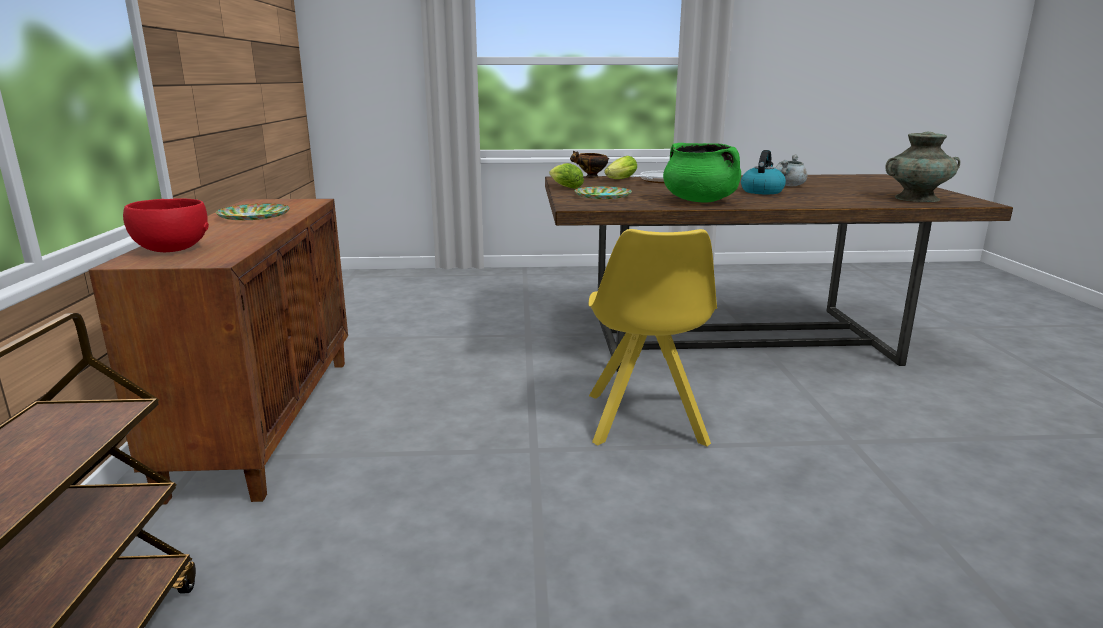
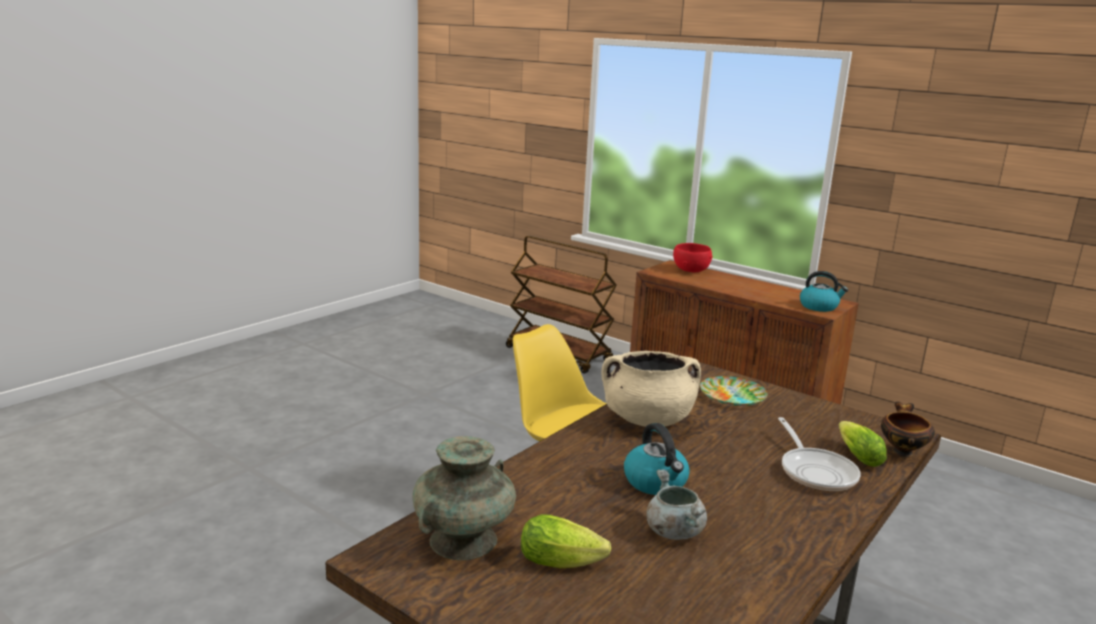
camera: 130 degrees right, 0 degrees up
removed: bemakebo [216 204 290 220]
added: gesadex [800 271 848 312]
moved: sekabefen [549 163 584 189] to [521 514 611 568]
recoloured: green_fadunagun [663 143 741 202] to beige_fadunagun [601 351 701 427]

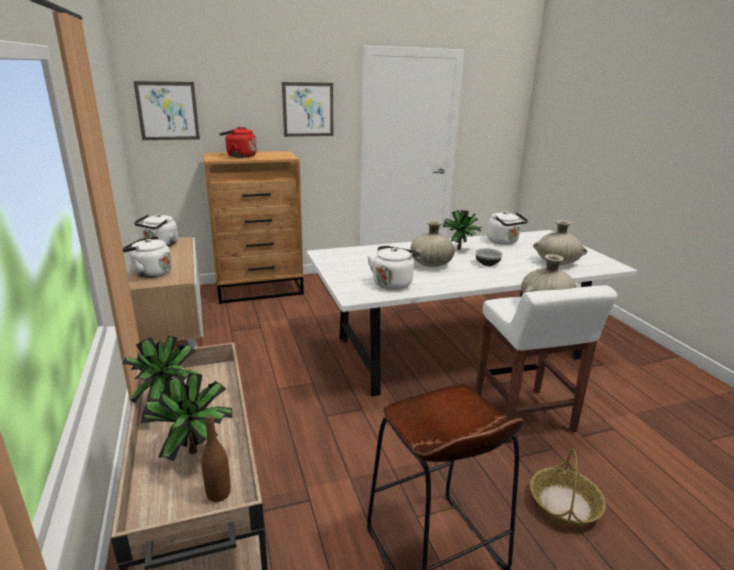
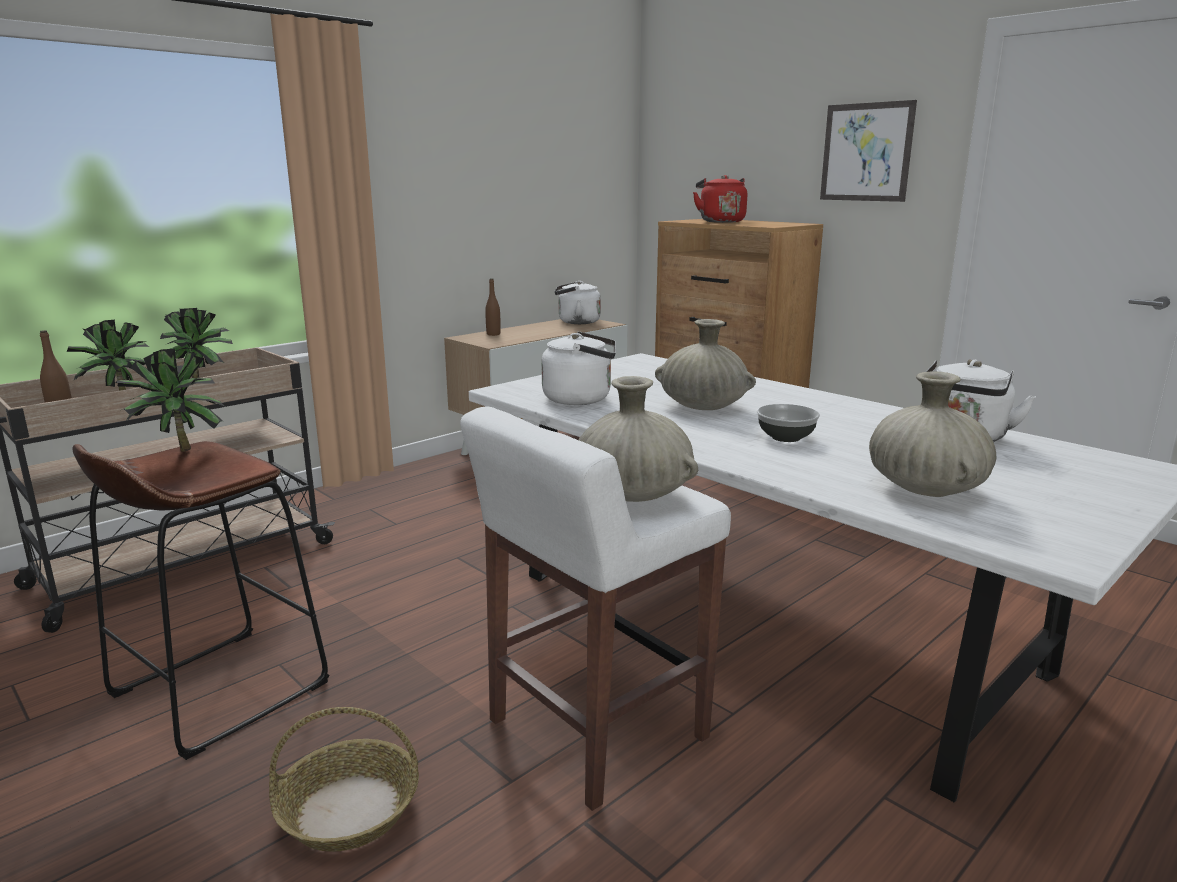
camera: 65 degrees right, 5 degrees down
removed: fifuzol [133 81 200 140]
moved: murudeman [443 210 482 250] to [116 349 224 452]
replaced: white_gesadex [123 236 172 278] to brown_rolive [485 278 501 336]

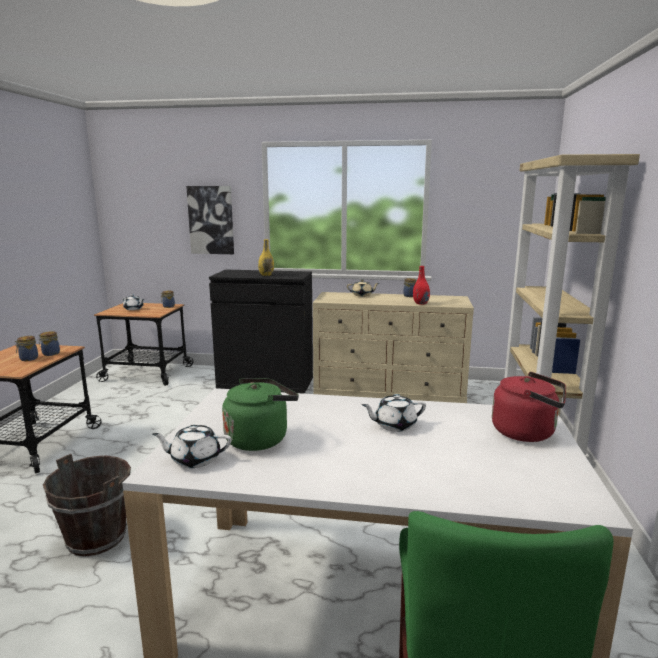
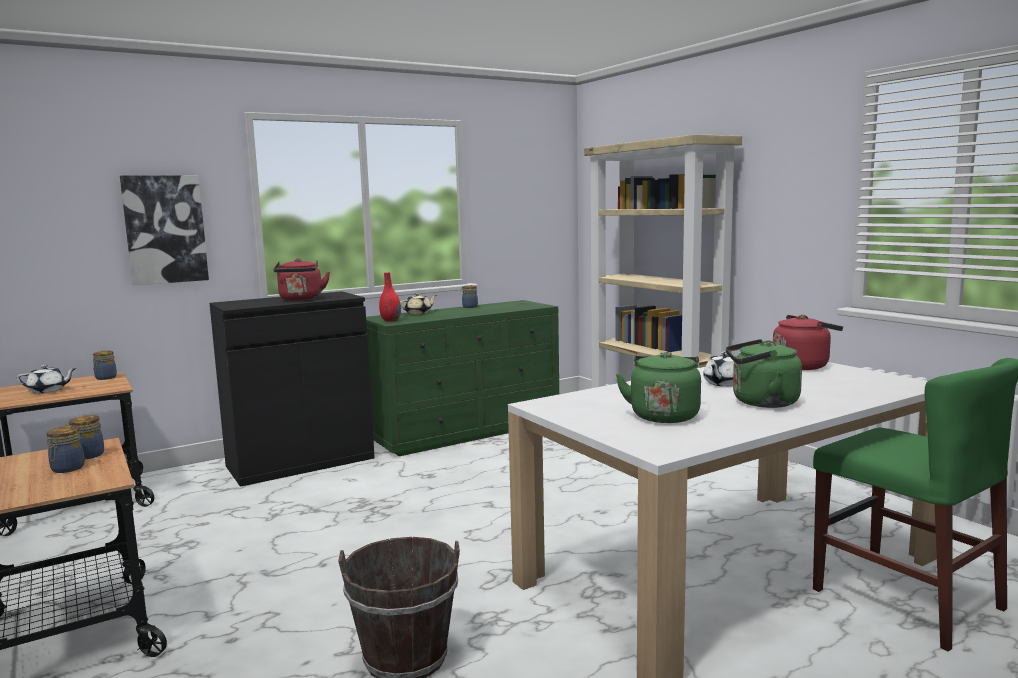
camera: 40 degrees left, 5 degrees down
removed: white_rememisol [152 424 231 468]
added: green_gesadex [726 339 802 408]
moved: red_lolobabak [413 266 430 305] to [379 272 401 322]
replaced: yellow_lolobabak [258 239 274 276] to red_gesadex [273 258 330 301]
recoloured: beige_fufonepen [313 292 474 403] to green_fufonepen [365 300 559 456]

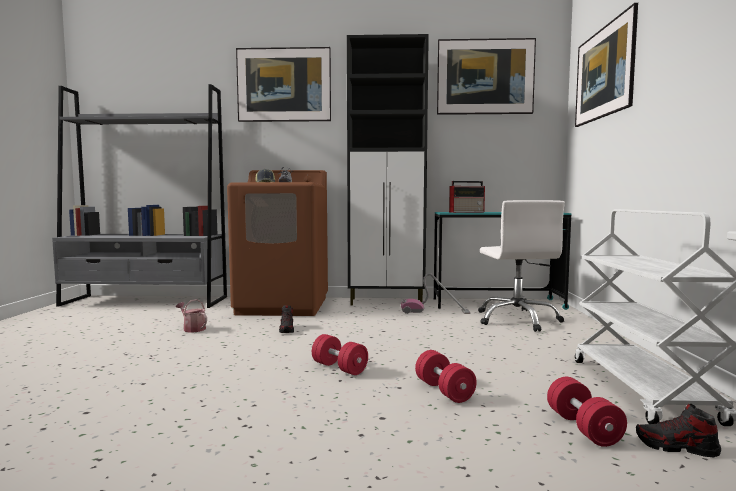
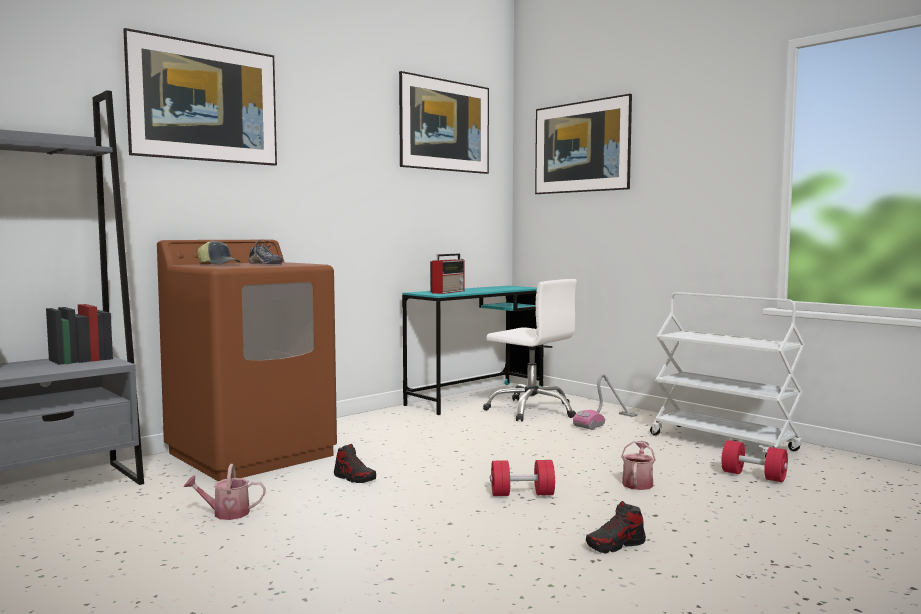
camera: 45 degrees left, 0 degrees up
removed: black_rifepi [347 34 429 305]
moved: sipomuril [401 273 470 314] to [573 374 637 430]; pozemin [636 404 721 457] to [586 501 646 553]
replaced: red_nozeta [415 350 477 403] to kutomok [621 441 656 490]

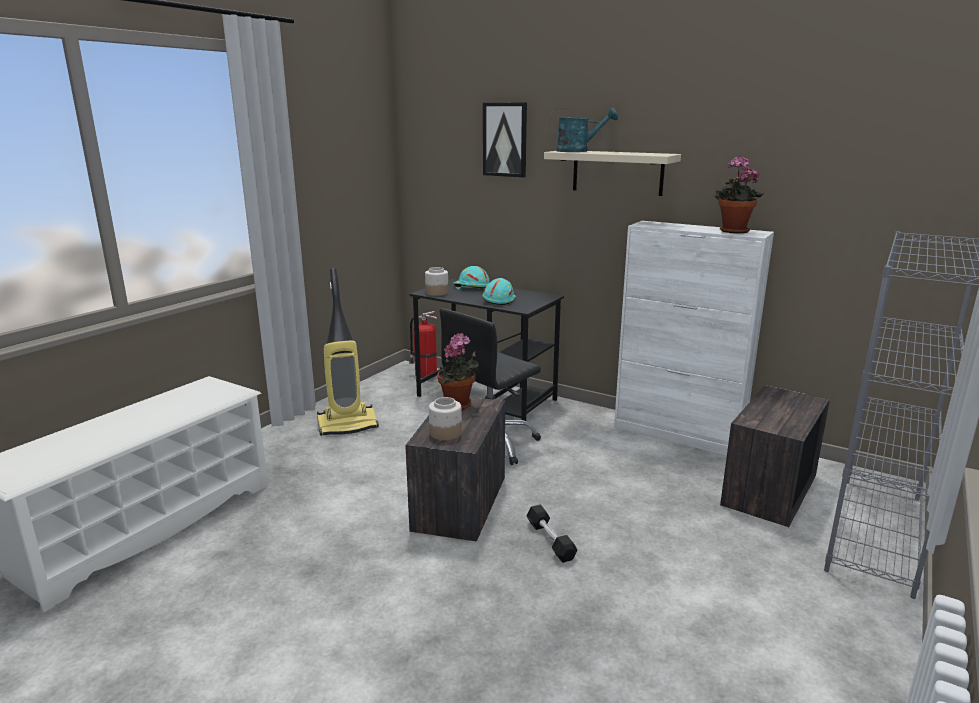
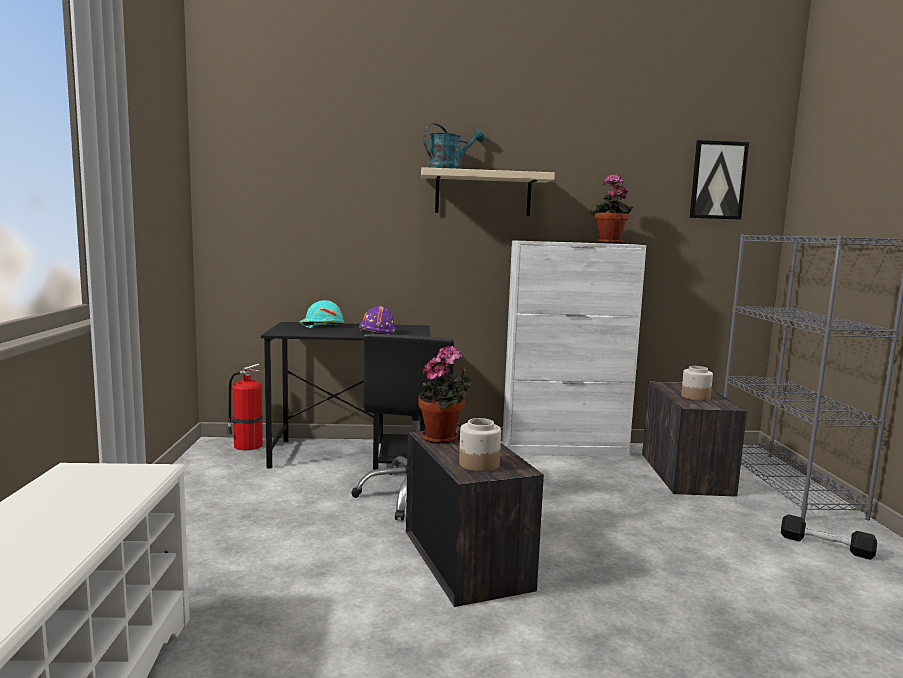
camera: 35 degrees left, 10 degrees down
removed: sipomuril [317 268 379 436]
moved: fifuzol [483 103 527 177] to [689 140 749 220]; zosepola [425 267 448 296] to [681 366 713 401]; black_nozeta [527 505 578 563] to [781 514 877 560]
recoloured: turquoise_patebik [482 278 516 305] to purple_patebik [359 306 396 334]

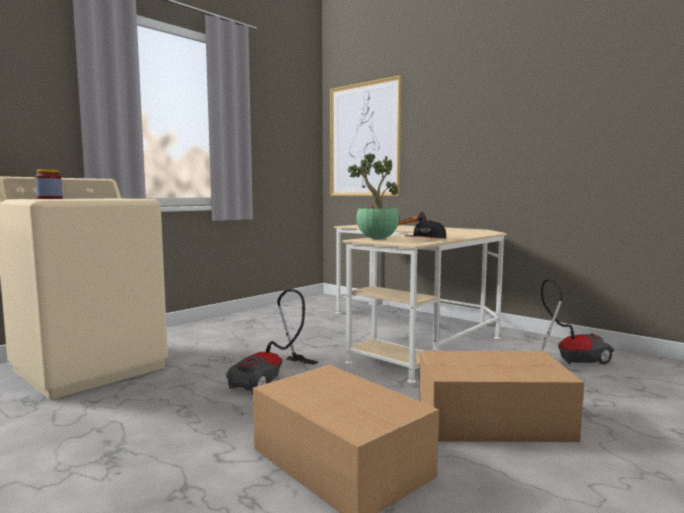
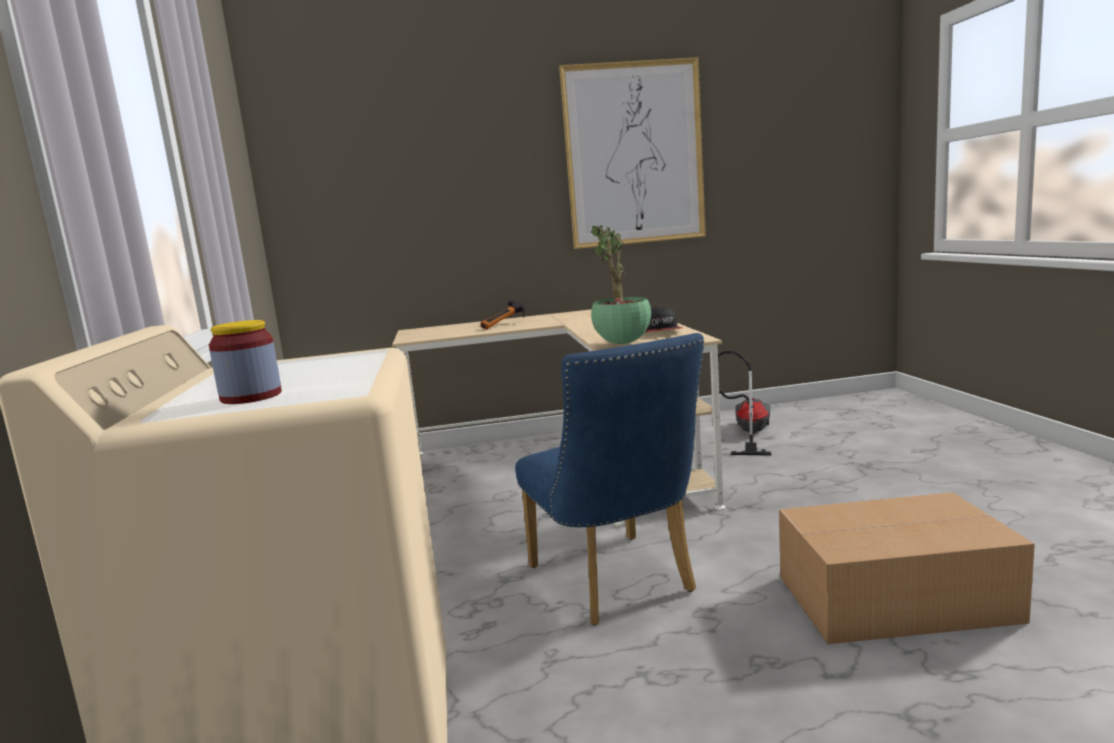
camera: 50 degrees left, 5 degrees up
removed: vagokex [419 351 584 442]
moved: fifuzol [330 75 401 196] to [559 57 706 249]
replaced: sipomuril [226 289 318 394] to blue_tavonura [515 333 704 625]

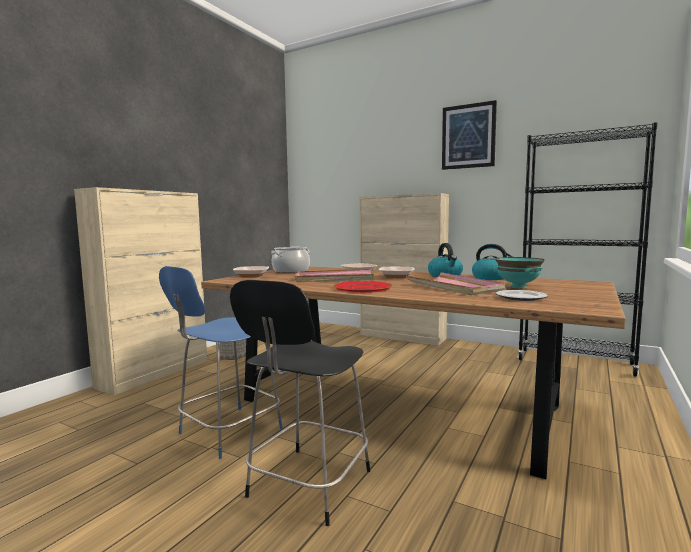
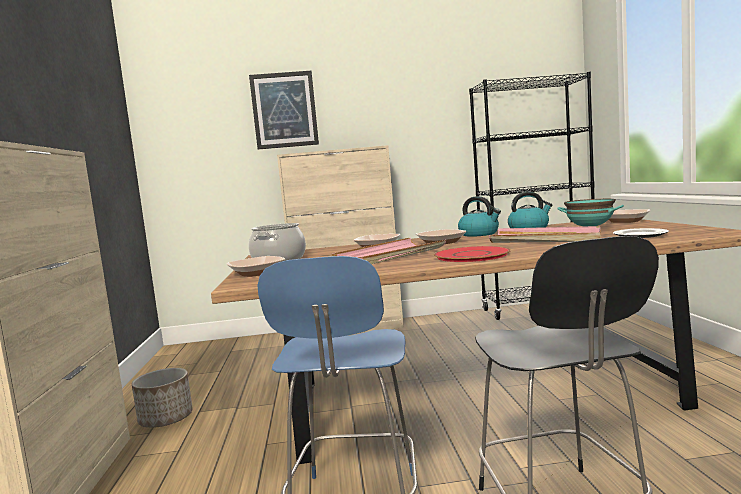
camera: 35 degrees left, 0 degrees up
added: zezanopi [608 209 651 223]
moved: fifuzol [442 100 497 170] to [249 71 319 149]

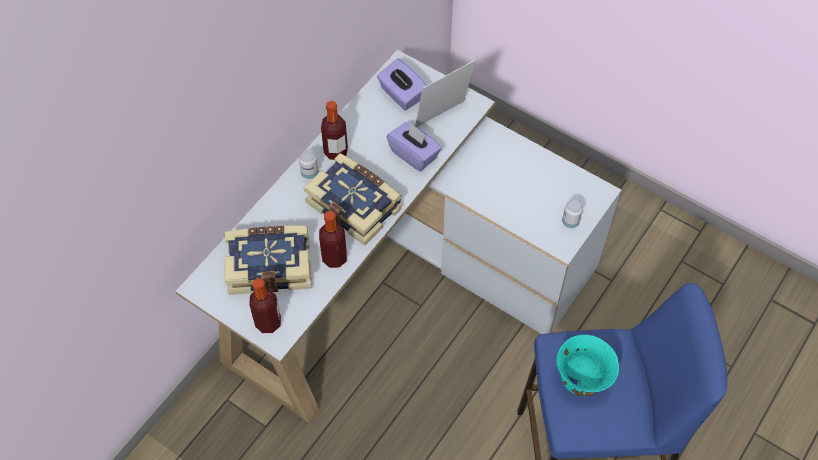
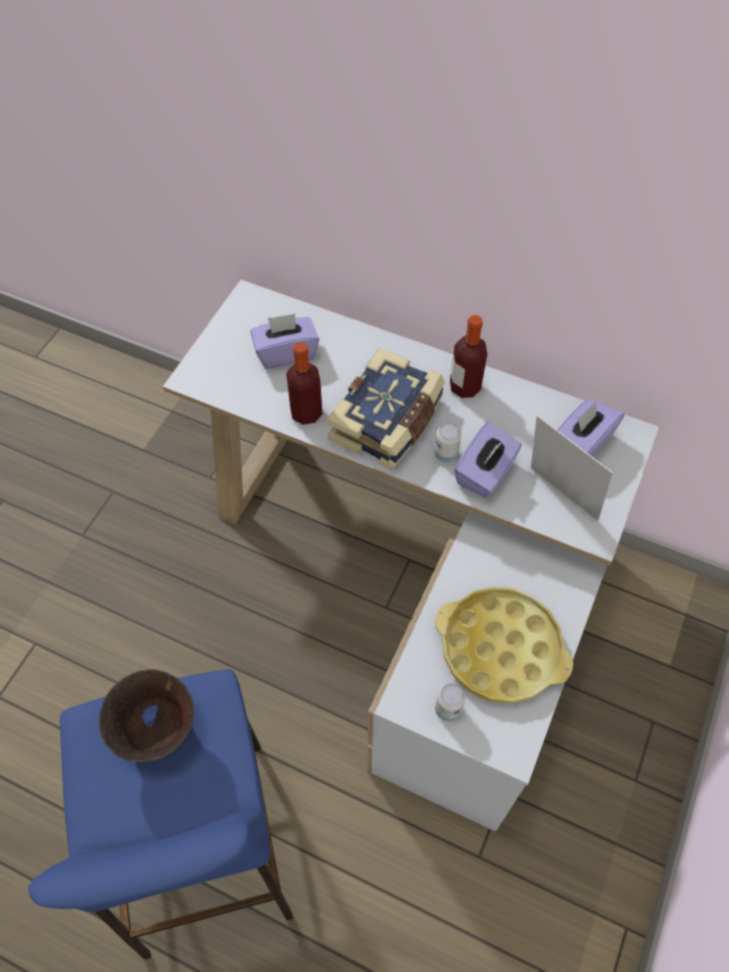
camera: 80 degrees right, 0 degrees up
removed: rolive [249 278 281 333]
added: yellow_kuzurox [435 587 573 704]
moved: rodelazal [299 149 318 179] to [434 422 461 463]
replaced: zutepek [225 226 312 295] to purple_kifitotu [251 314 319 369]
recoloured: turquoise_zezanopi [556 335 619 396] to brown_zezanopi [99 670 194 762]

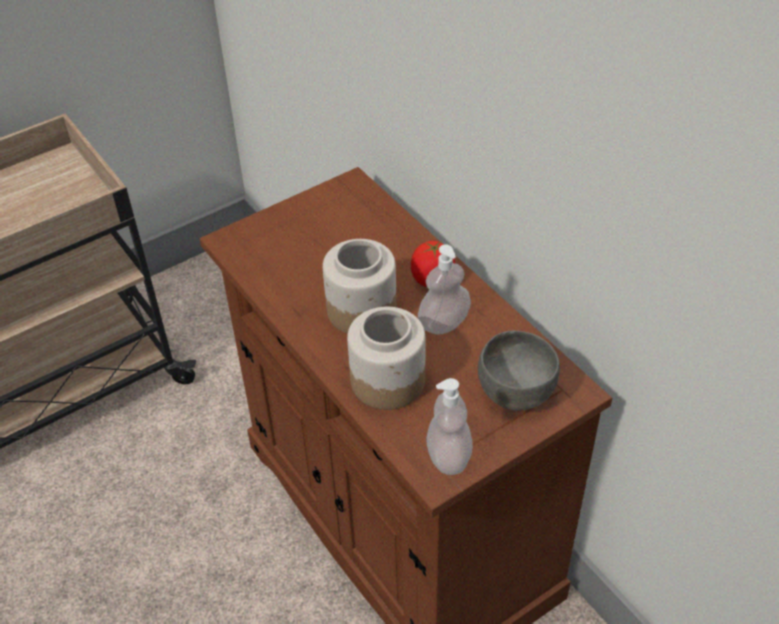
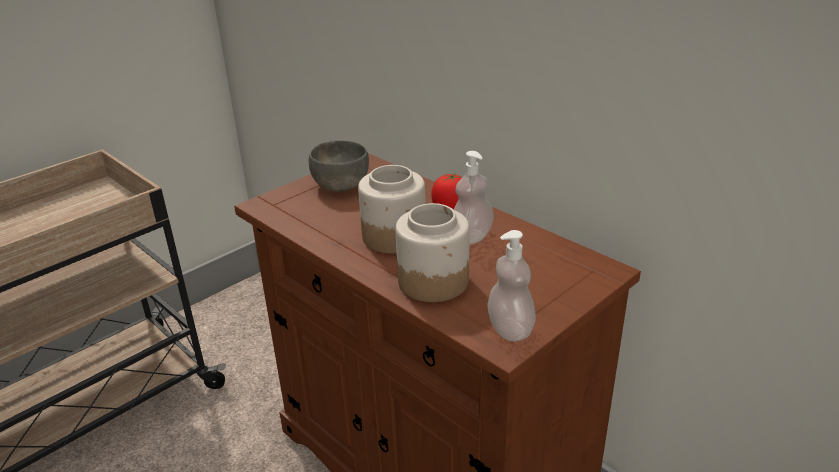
camera: 10 degrees left, 15 degrees down
moved: grey_zezanopi [478 331 560 411] to [309 140 369 192]

